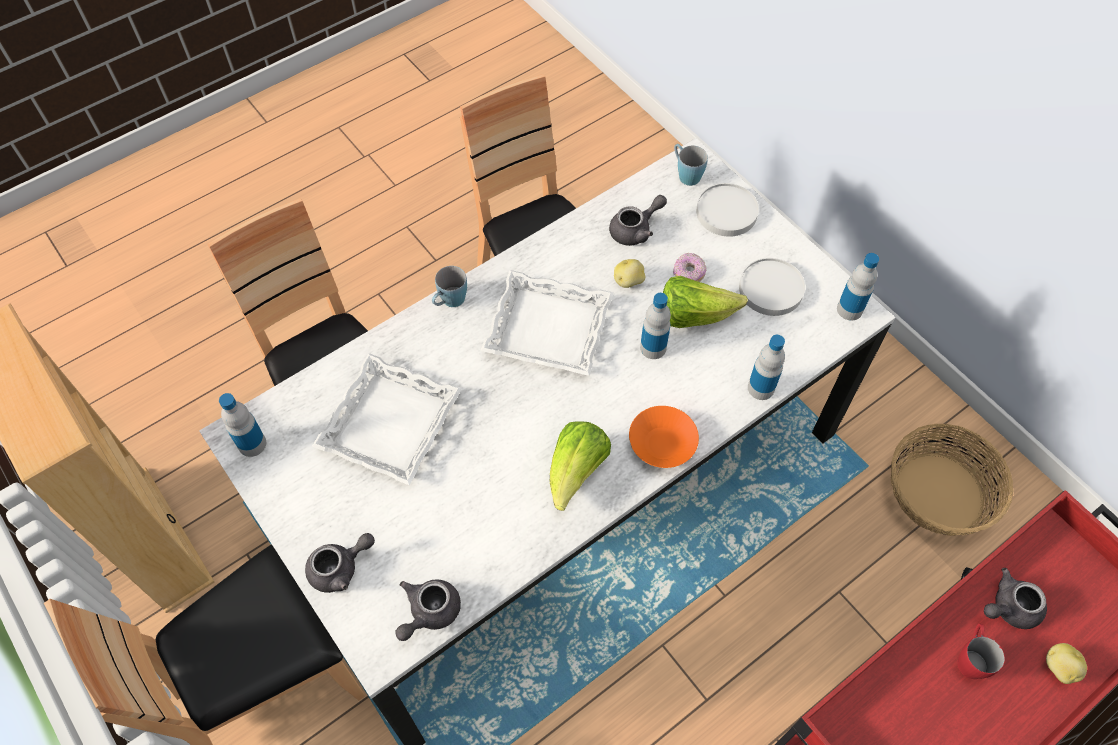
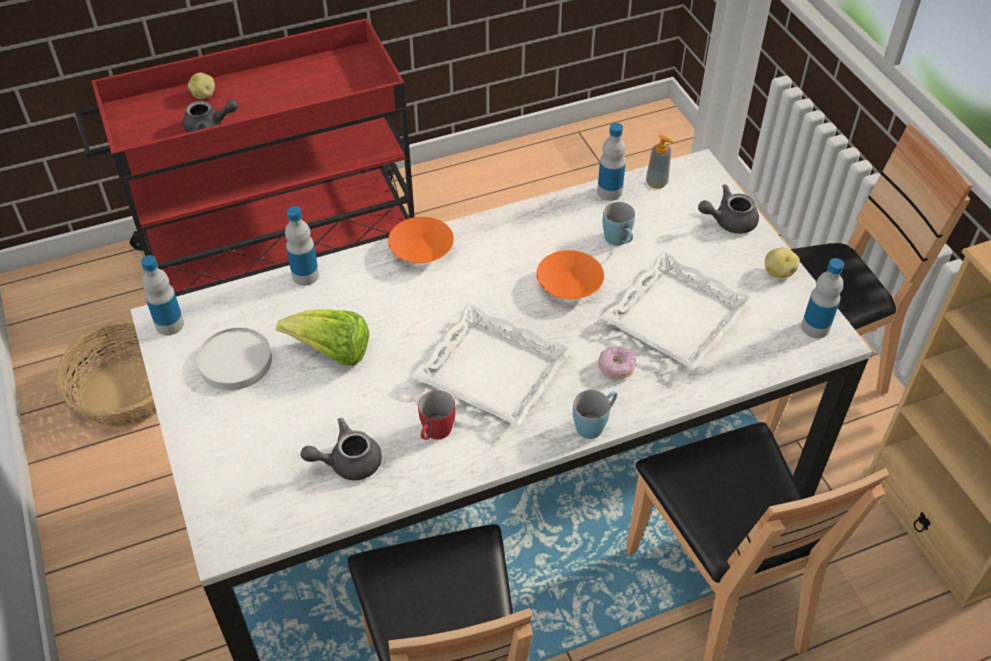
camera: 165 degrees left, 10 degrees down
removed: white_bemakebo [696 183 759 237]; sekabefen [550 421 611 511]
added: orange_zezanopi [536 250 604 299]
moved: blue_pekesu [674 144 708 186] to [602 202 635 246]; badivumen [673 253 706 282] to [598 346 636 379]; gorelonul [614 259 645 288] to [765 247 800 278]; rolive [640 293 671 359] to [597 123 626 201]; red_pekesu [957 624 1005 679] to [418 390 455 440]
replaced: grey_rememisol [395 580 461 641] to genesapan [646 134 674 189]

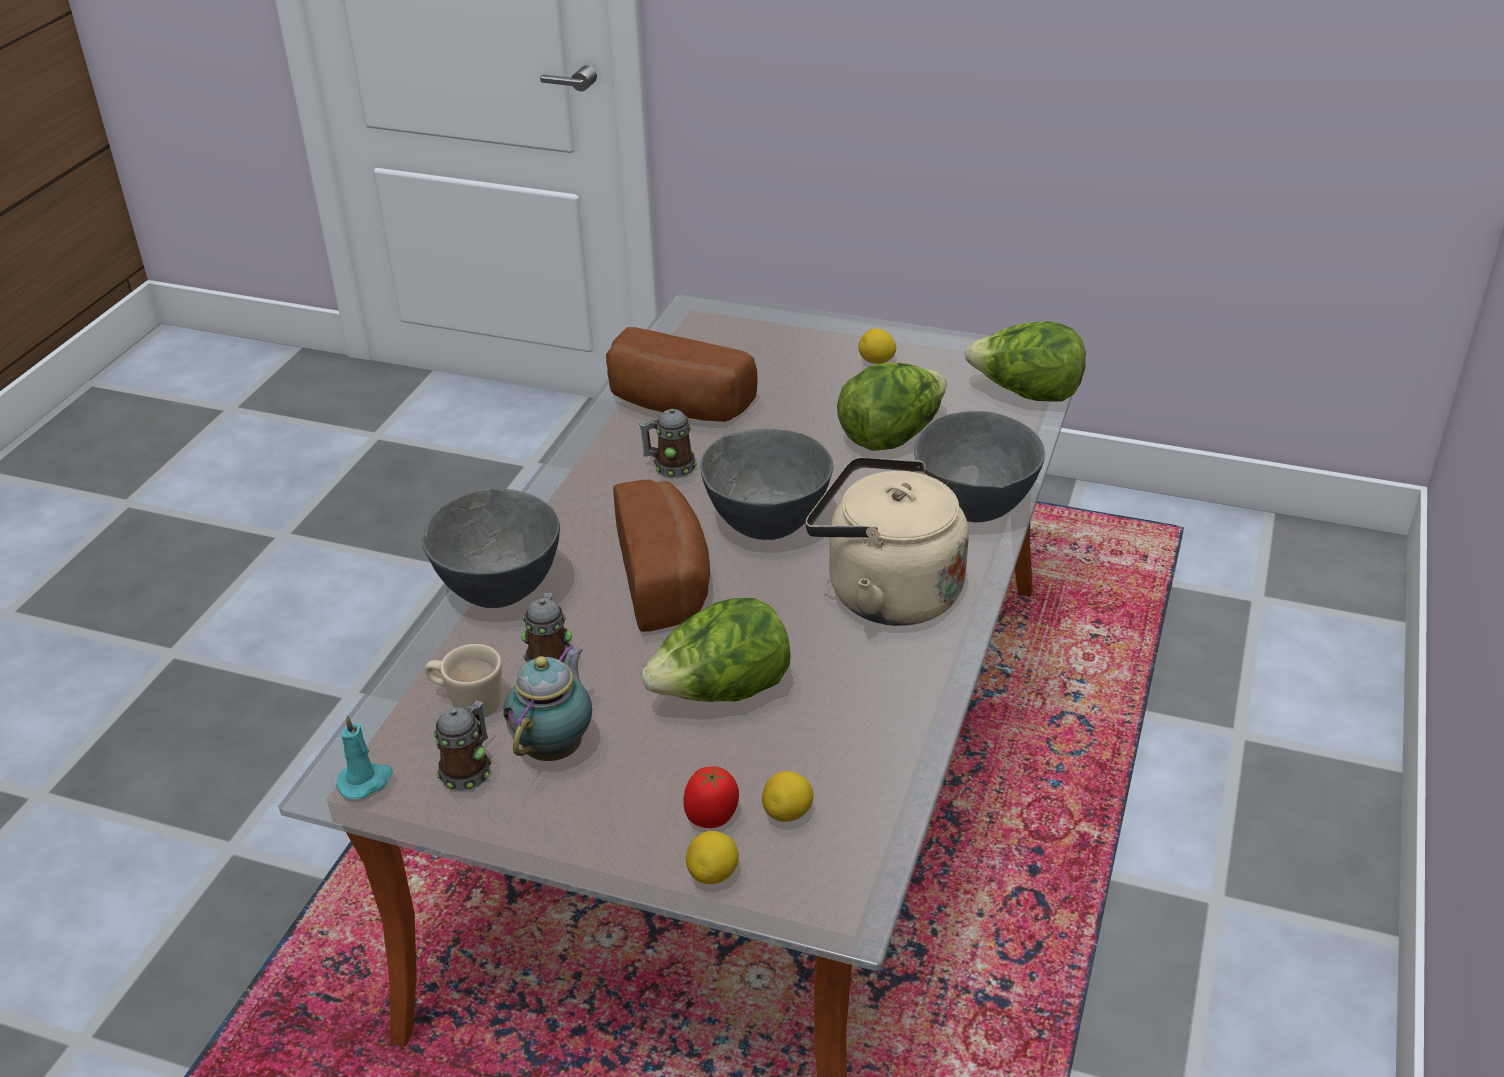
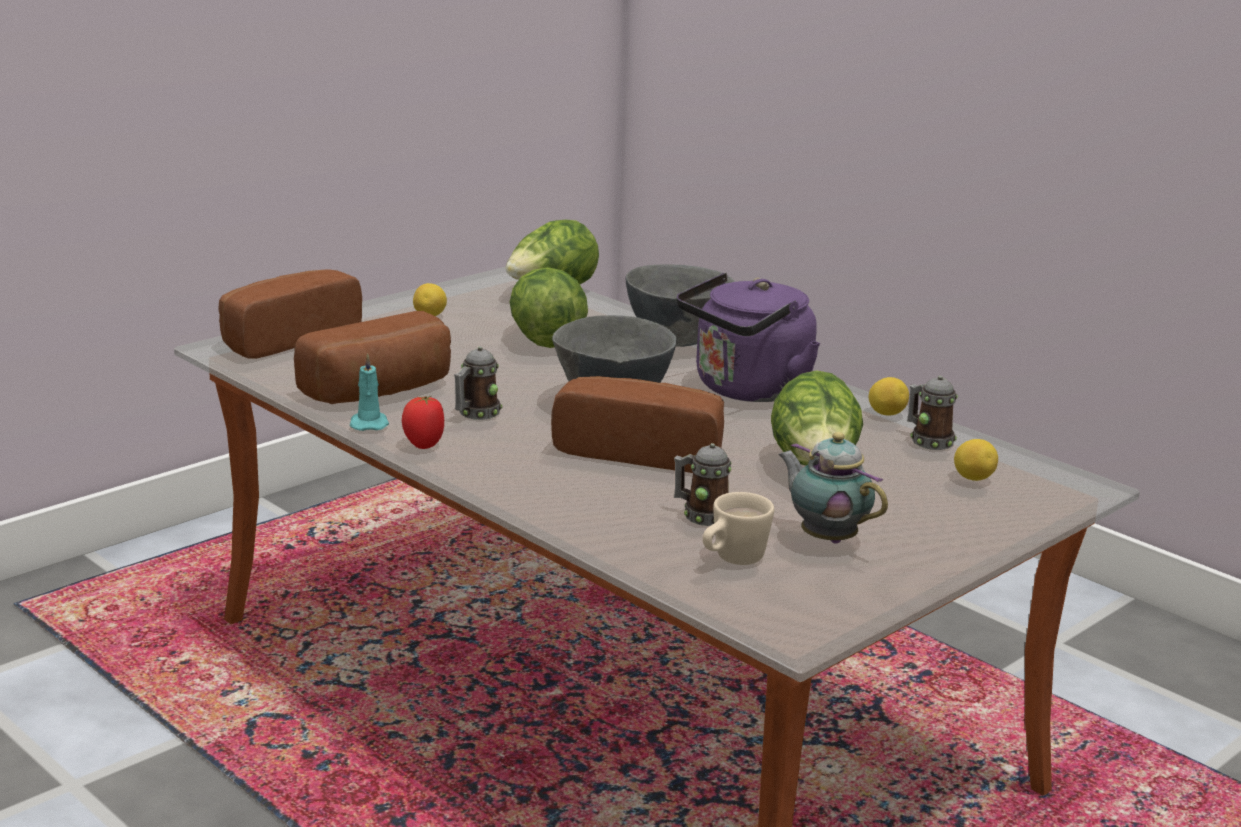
camera: 65 degrees left, 15 degrees down
removed: grey_zezanopi [422 488 560 608]
added: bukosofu [218 269 362 359]
moved: pekesu [433 700 492 791] to [907 376 958 450]; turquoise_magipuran [336 715 393 799] to [350 353 389 431]; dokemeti [683 766 739 828] to [402 396 444 449]; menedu [686 831 739 884] to [869 377 909 416]
recoloured: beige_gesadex [805 457 969 626] to purple_gesadex [677 273 820 402]

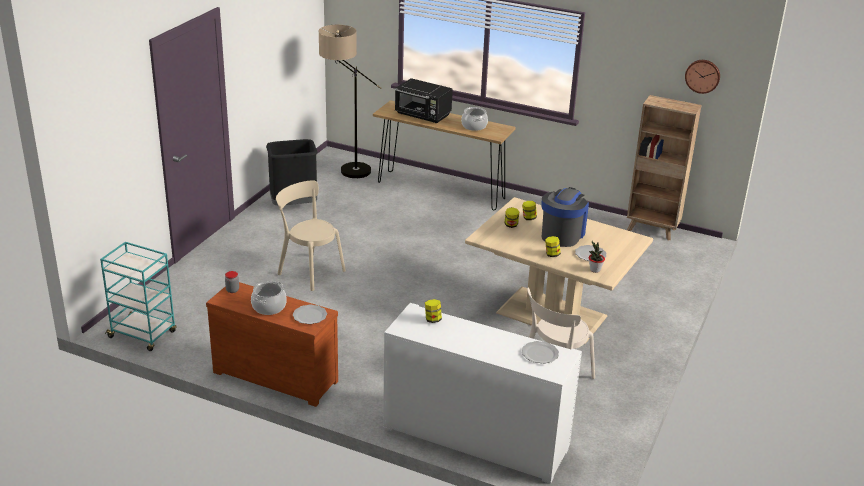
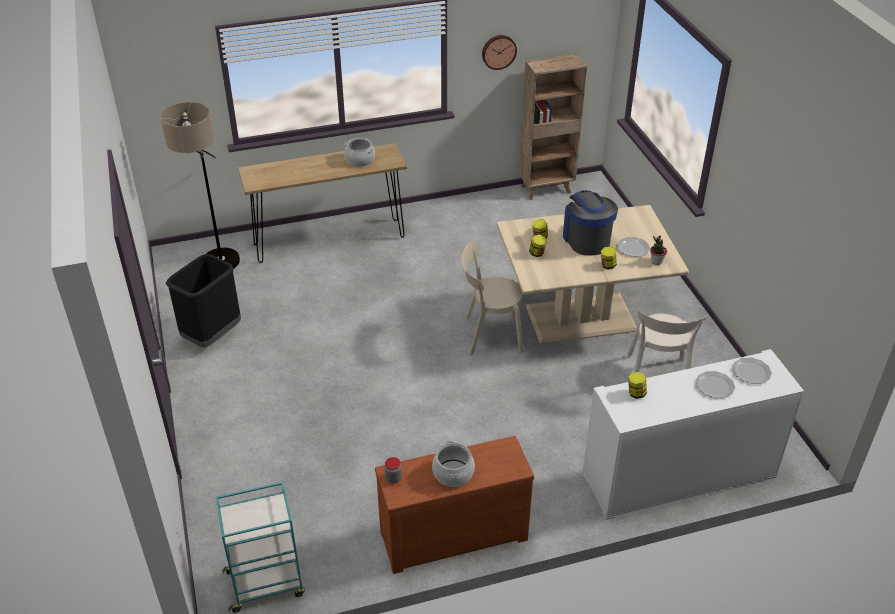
camera: 40 degrees left, 10 degrees up
removed: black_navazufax [395 78 453 123]
moved: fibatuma [685 60 720 94] to [482 35 517 70]; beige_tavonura [276 180 346 291] to [461 241 523 355]; bemakebo [293 305 327 324] to [695 371 735 398]

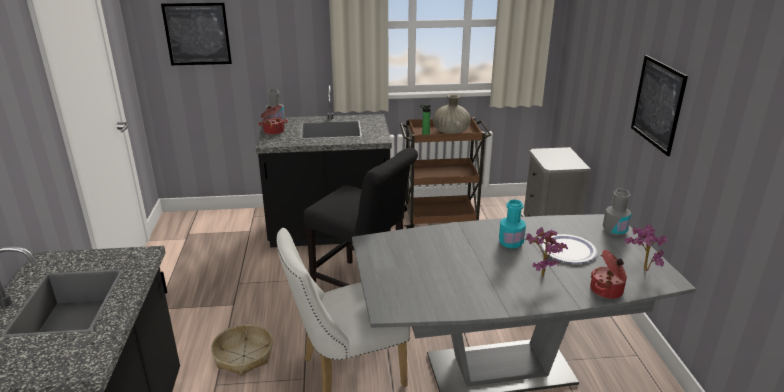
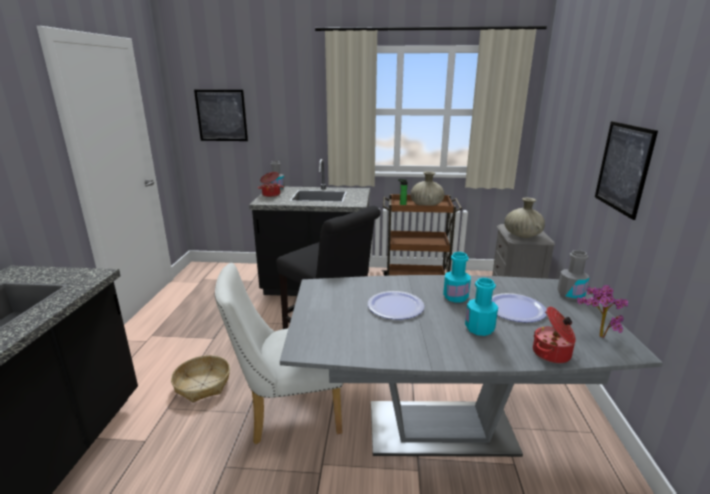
camera: 10 degrees right, 5 degrees down
added: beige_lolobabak [504 197 545 238]; bemakebo [368 291 425 319]
replaced: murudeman [525 227 568 276] to turquoise_rolive [465 278 498 336]

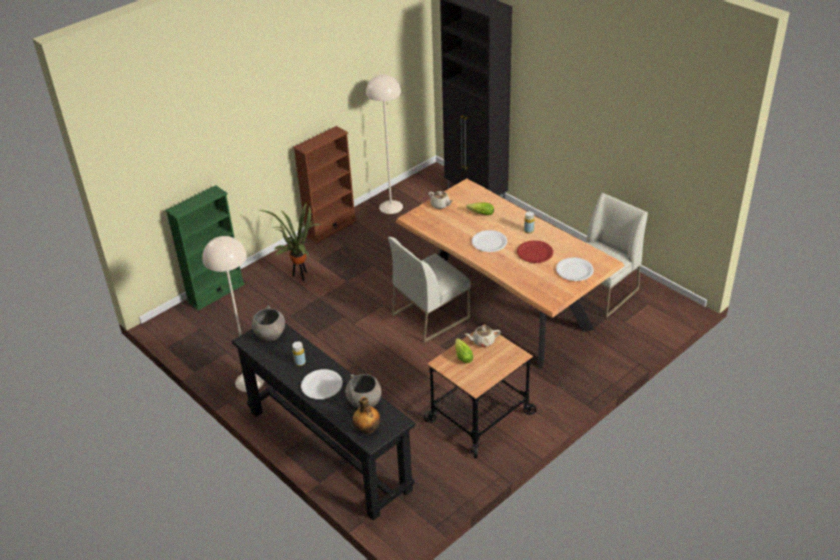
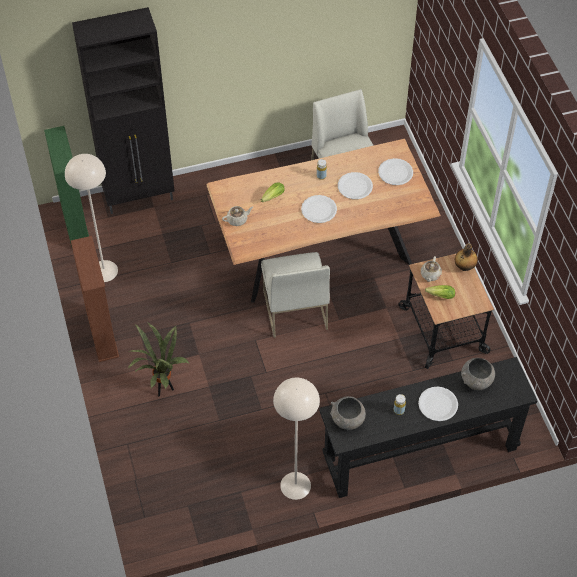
camera: 65 degrees left, 15 degrees up
moved: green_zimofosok [165 185 245 310] to [44 126 89 247]; rolive [353 397 381 434] to [455 243 478 271]
recoloured: red_bemakebo [517 240 553 263] to white_bemakebo [338 172 373 199]

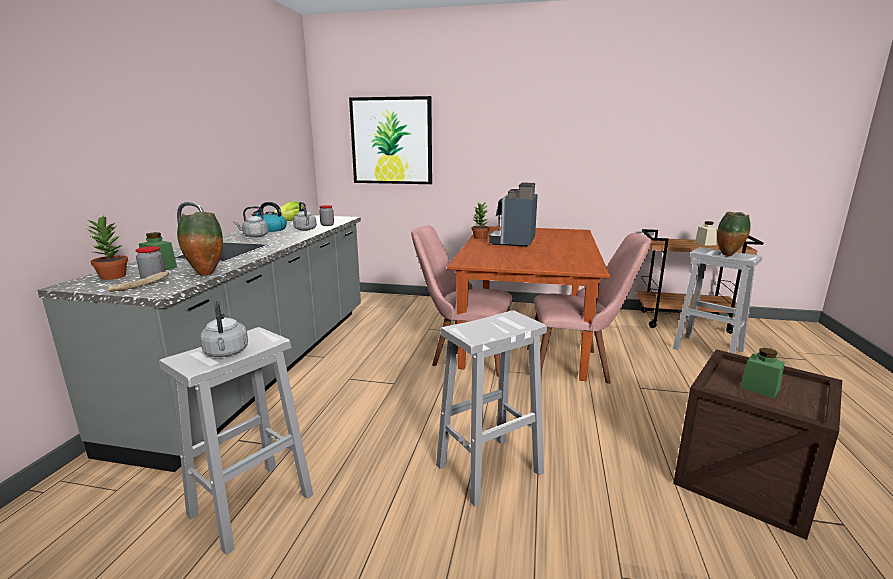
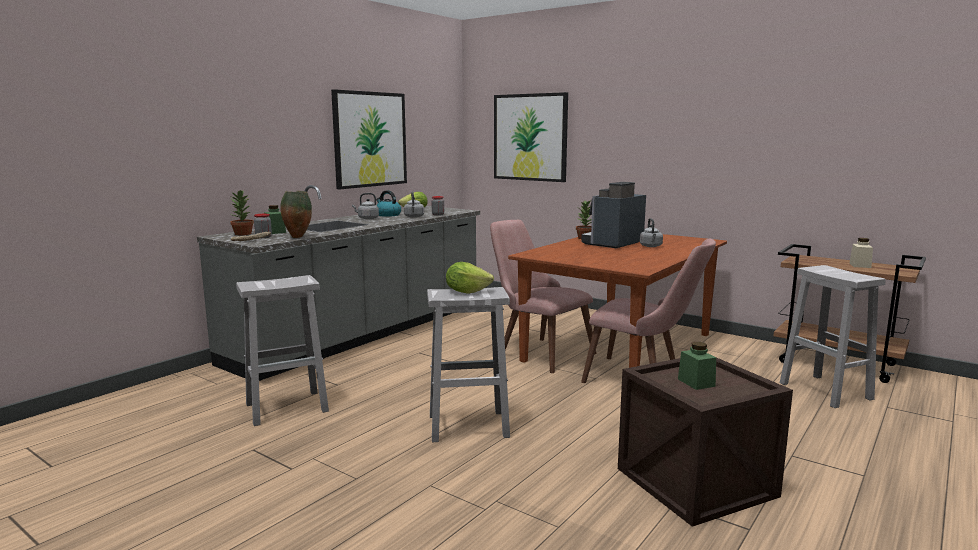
camera: 25 degrees right, 5 degrees down
removed: lolobabak [717 212 751 256]
added: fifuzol [331 89 407 189]; sekabefen [446 262 494 294]
moved: grey_gesadex [200 301 248 357] to [640 218 663 247]

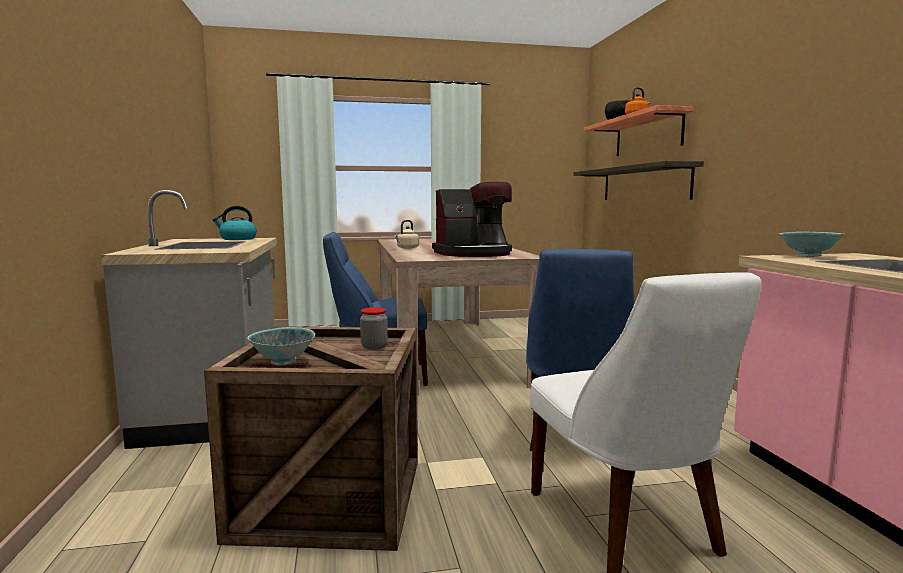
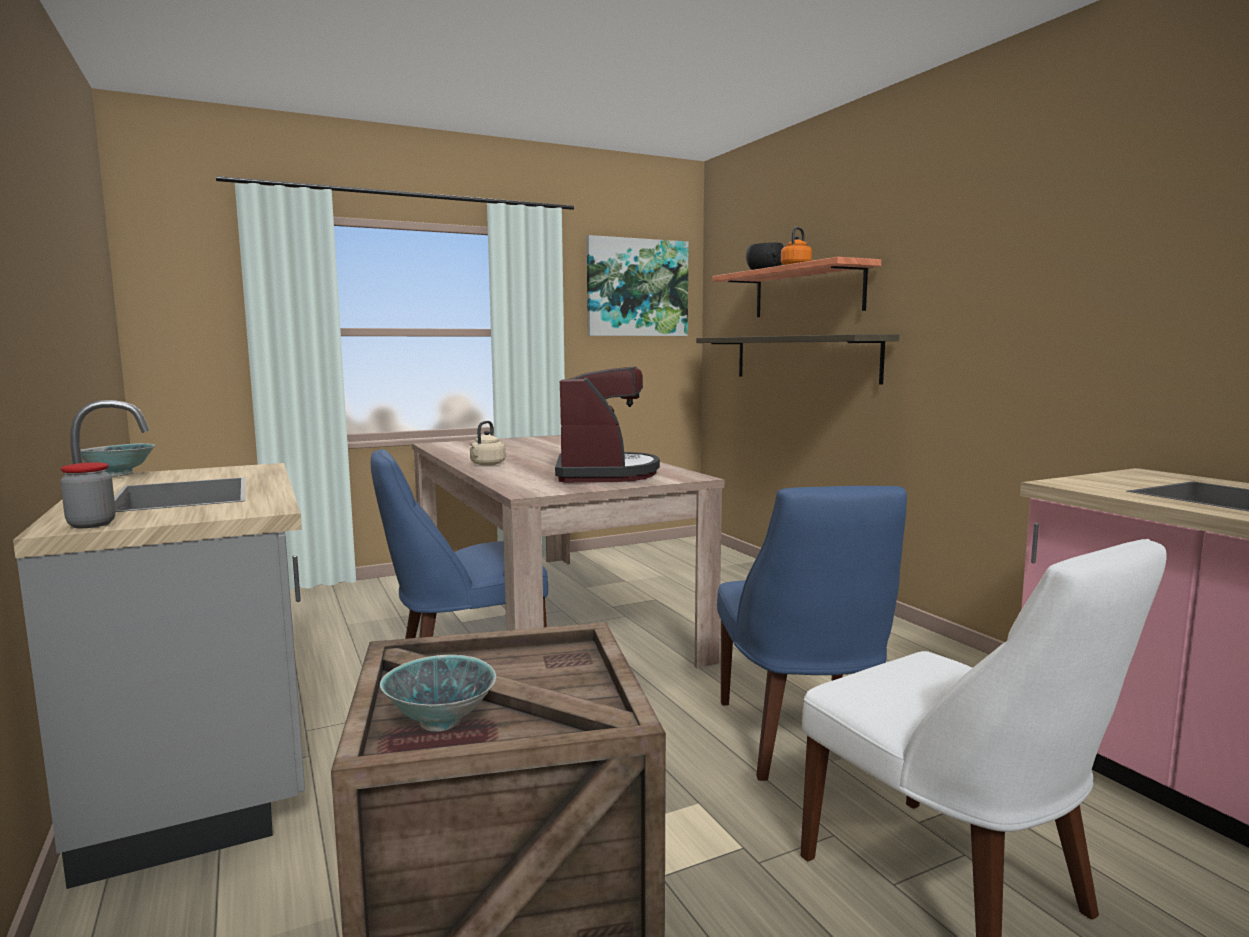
camera: 15 degrees left, 0 degrees up
removed: gesadex [213 206 257 240]
added: fifuzol [587 235 688 336]
moved: zezanopi [779 232 845 257] to [81 443 155 477]; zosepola [360 307 388 350] to [60 462 116 528]
turned: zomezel [432 182 512 257] = [555 366 660 483] 60 degrees counterclockwise

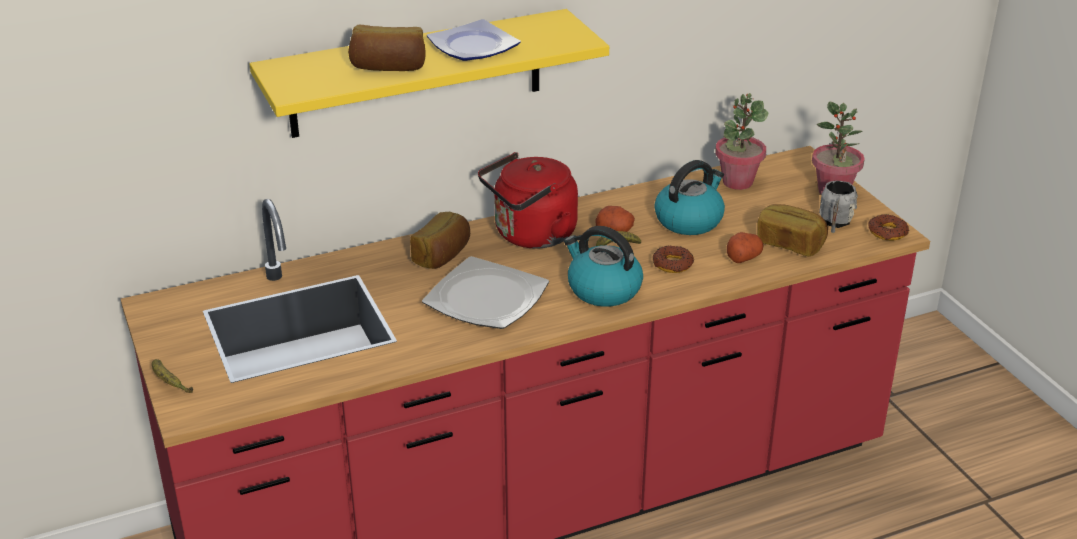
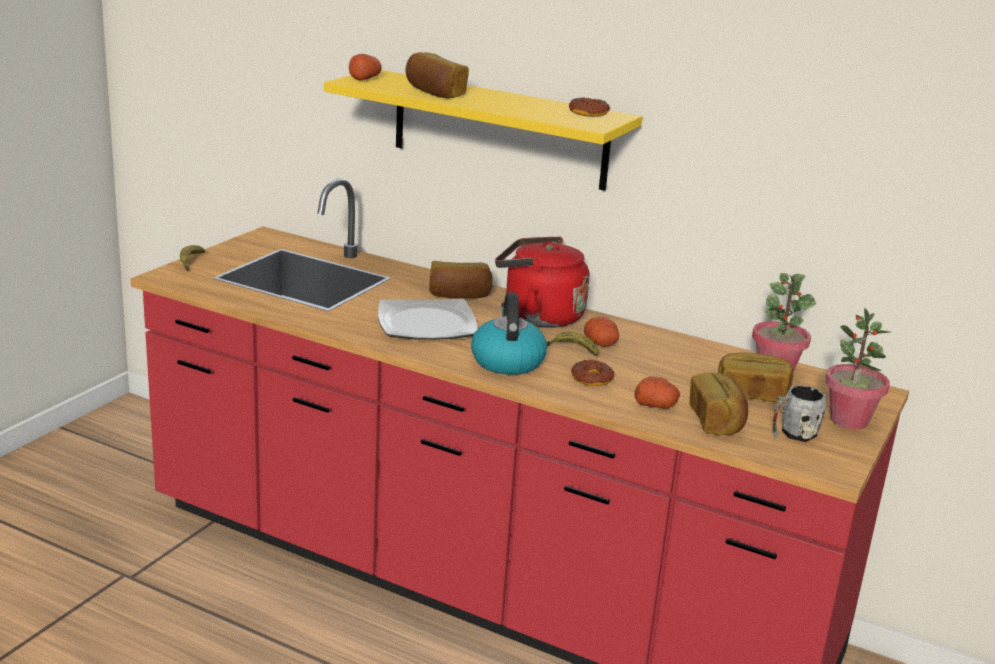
camera: 50 degrees right, 10 degrees down
removed: bemakebo [427 19 521 61]; gesadex [654 160 725 235]
added: gorelonul [349 54 382 80]; bukosofu [718 352 793 403]
moved: badivumen [868 214 909 241] to [569 97 610 117]

